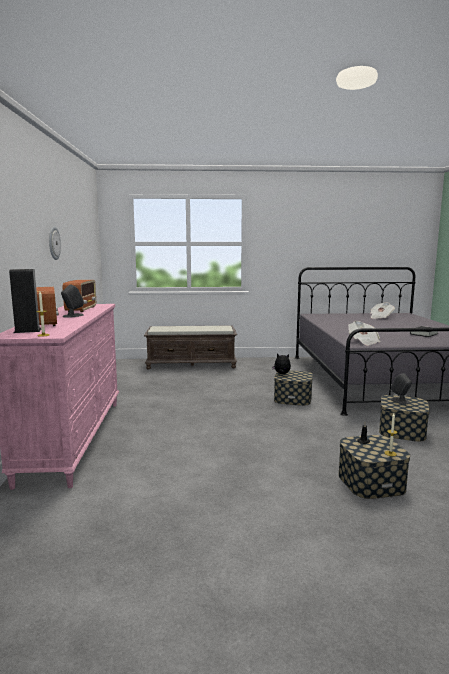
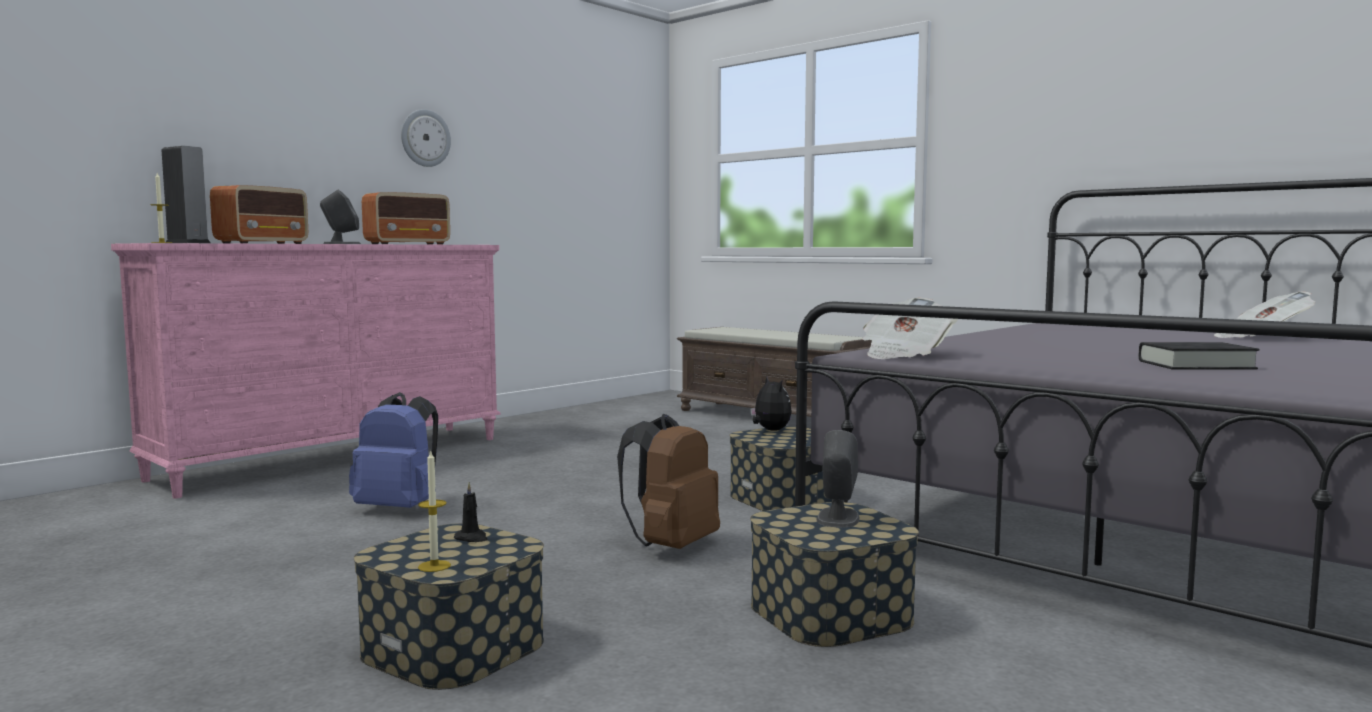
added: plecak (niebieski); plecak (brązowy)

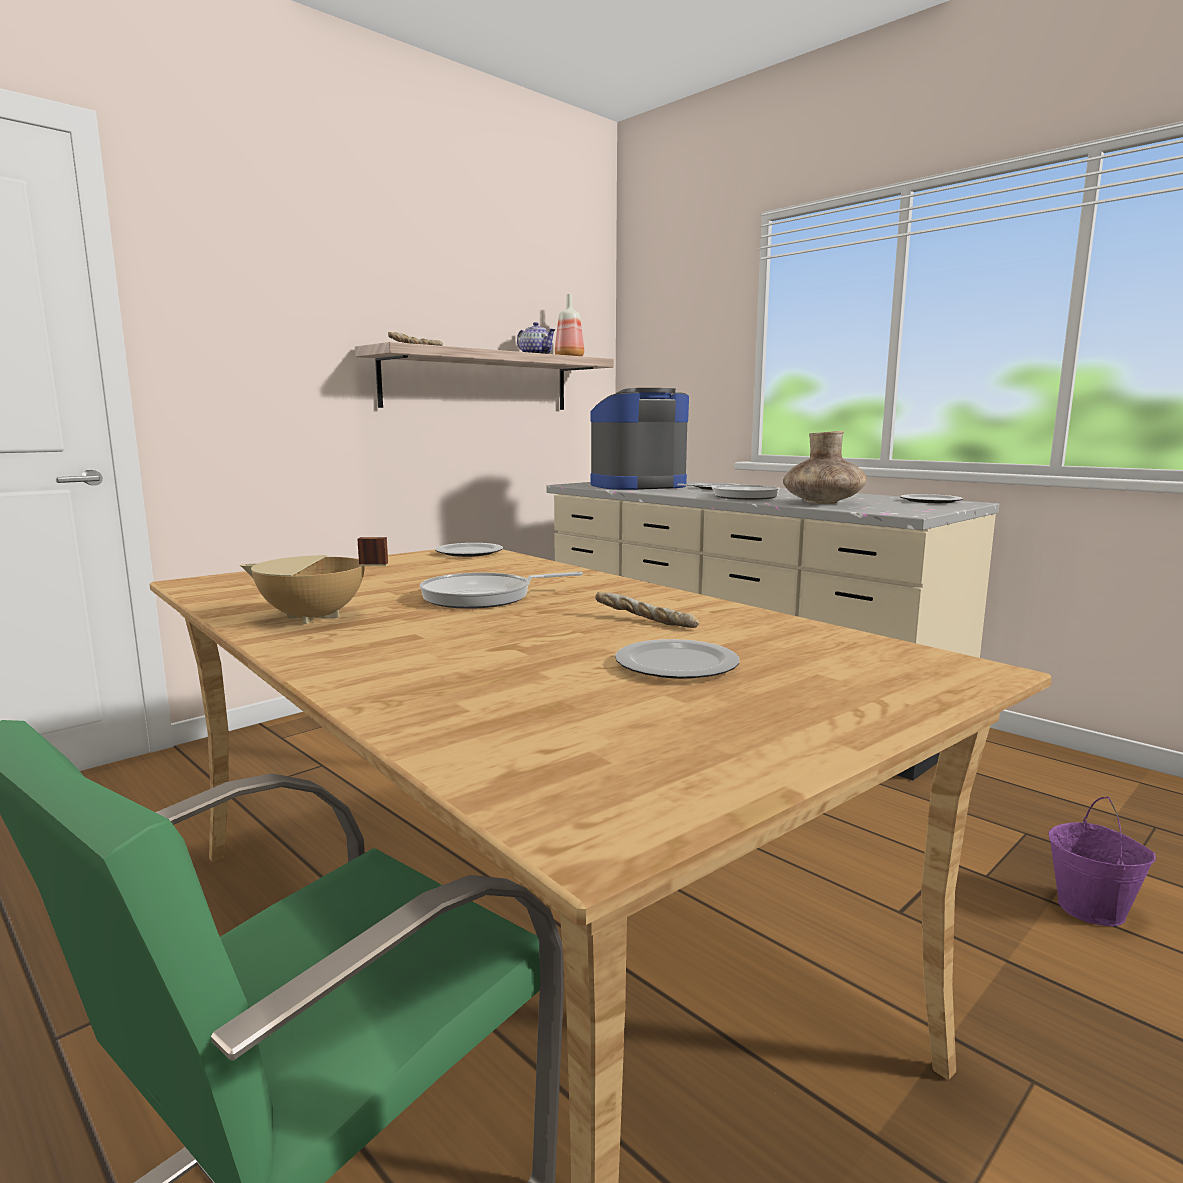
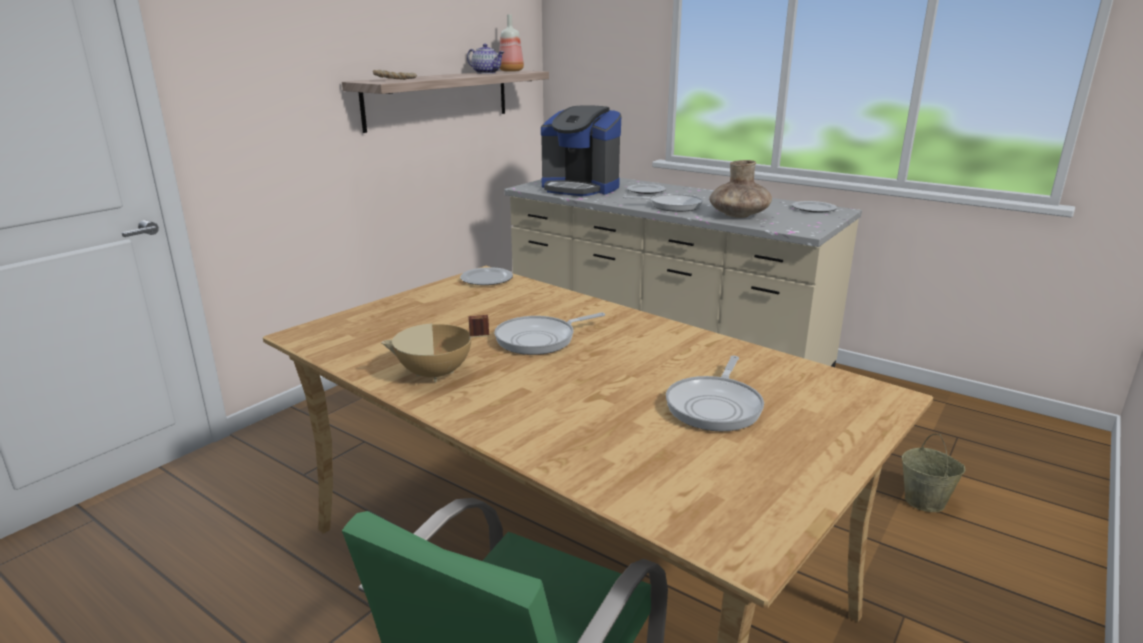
removed: chleb (2nd from left)
replaced: talerz (2nd from left) to patelnia (3rd from left)
recoloured: wiadro (fioletowy) to wiadro (beżowy)
turned: ekspres do kawy 120 degrees counterclockwise

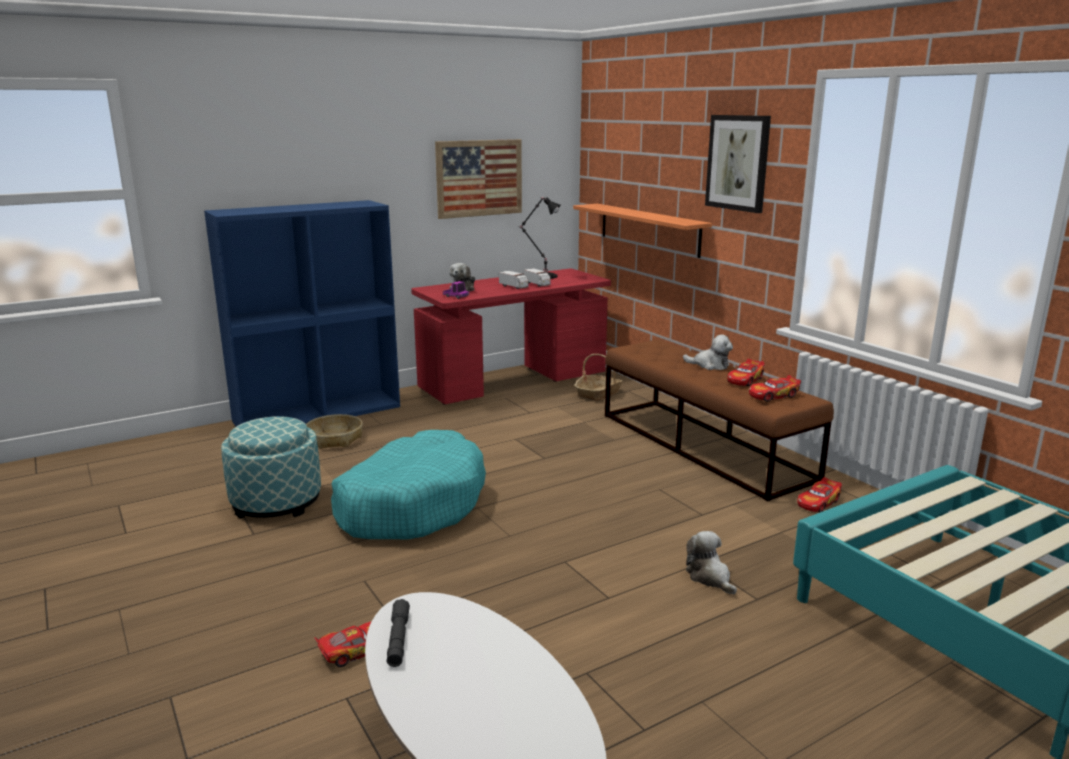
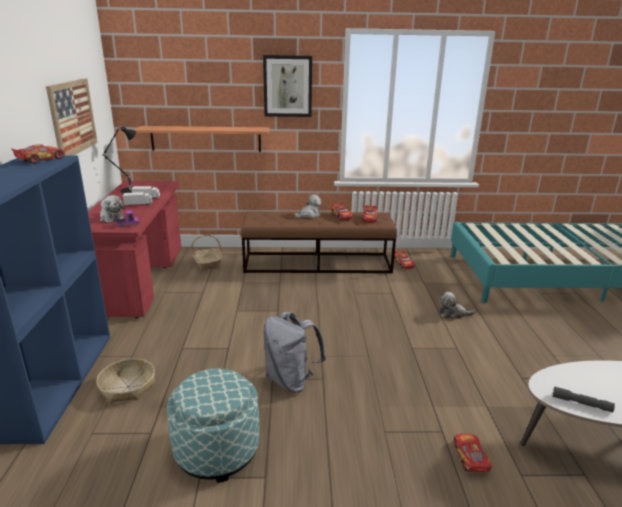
added: samochodzik (1st from left)
replaced: legowisko (turkusowy) to plecak (szary)

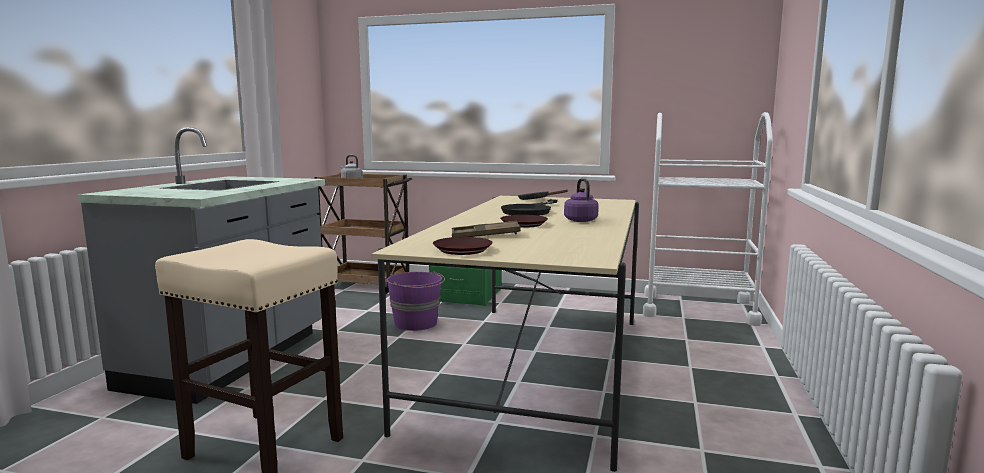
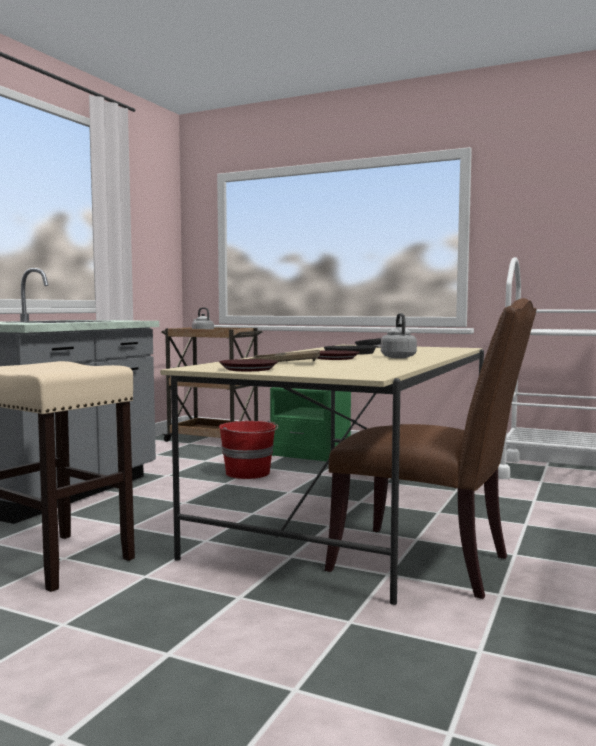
added: krzesło (brązowy)
recoloured: czajnik (fioletowy) to czajnik (szary) (2nd from left); wiadro (fioletowy) to wiadro (czerwony)

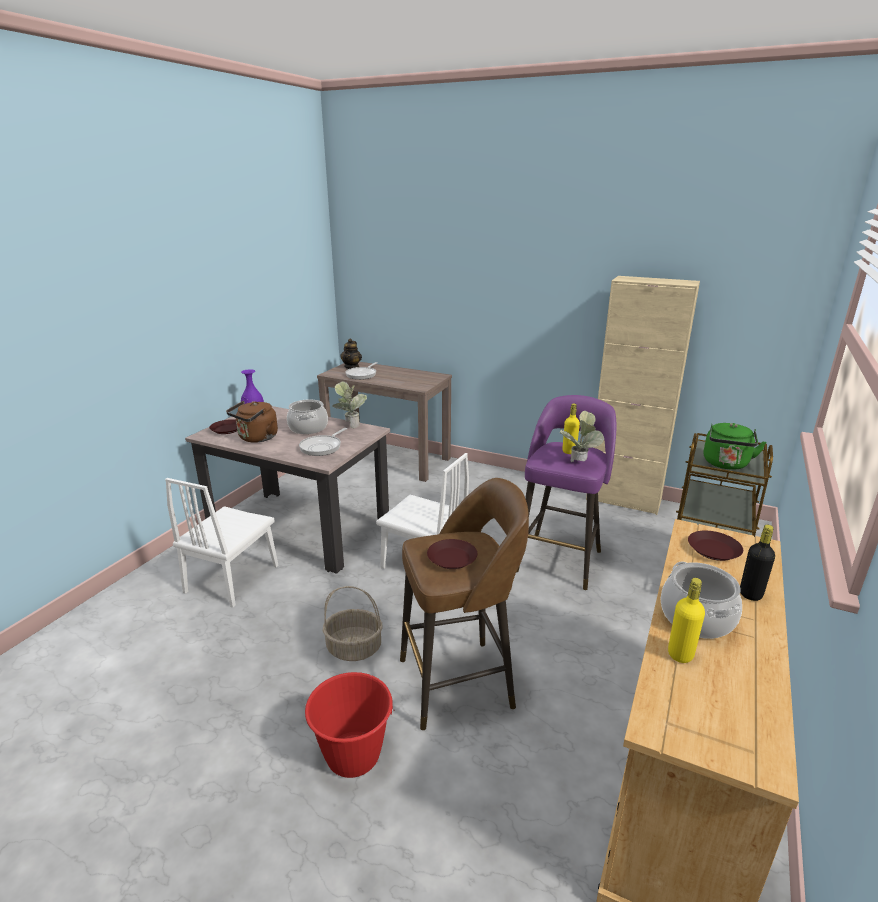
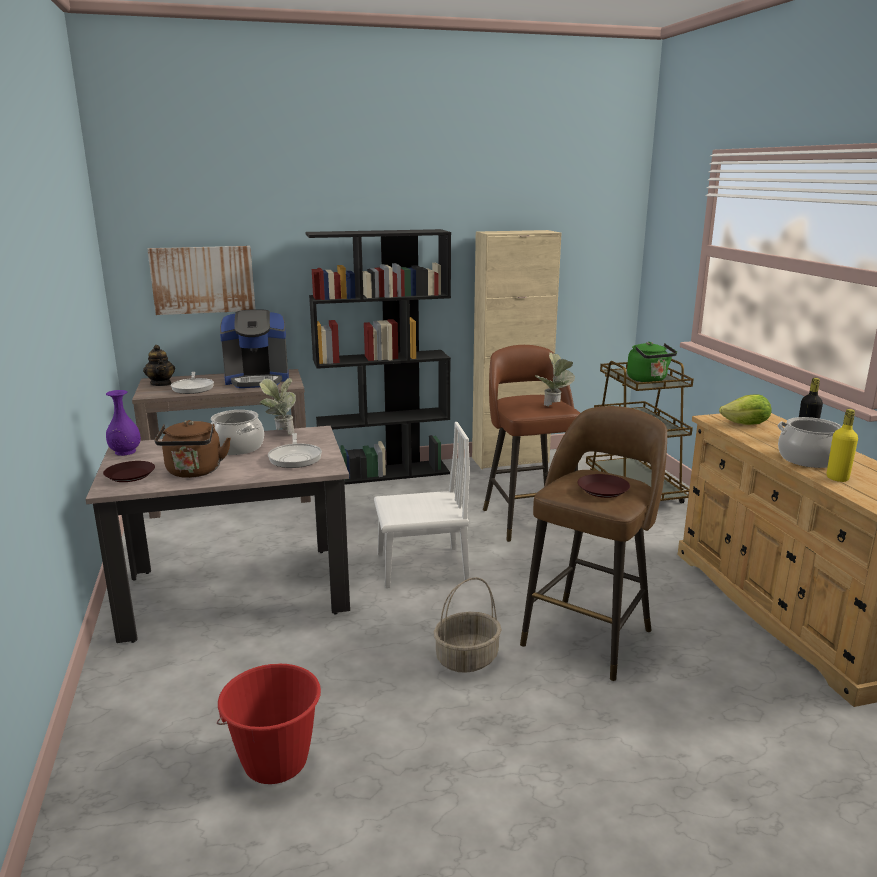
removed: butelka (żółty) (1st from left); krzesło (biały) (1st from left)
added: regał (czarny); obraz; ekspres do kawy
moved: wiadro (czerwony)
replaced: talerz (brązowy) (3rd from left) to sałata
recoloured: stołek (fioletowy) to stołek (brązowy) (1st from left)

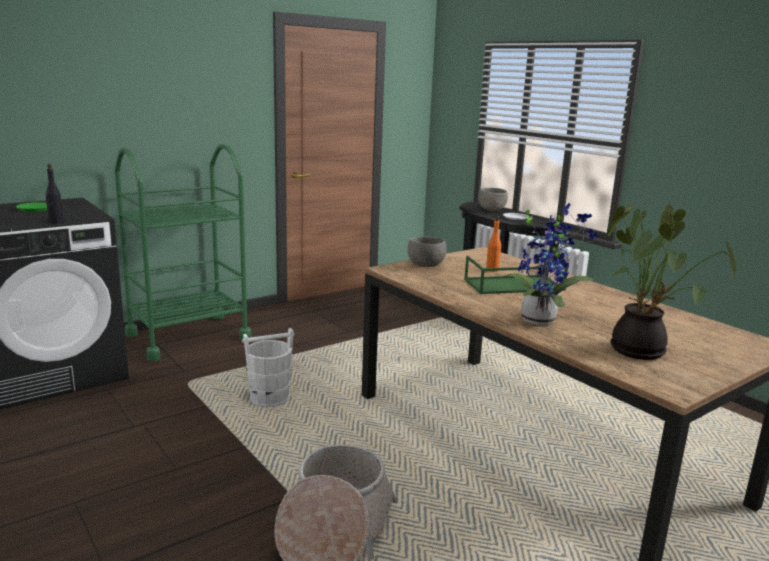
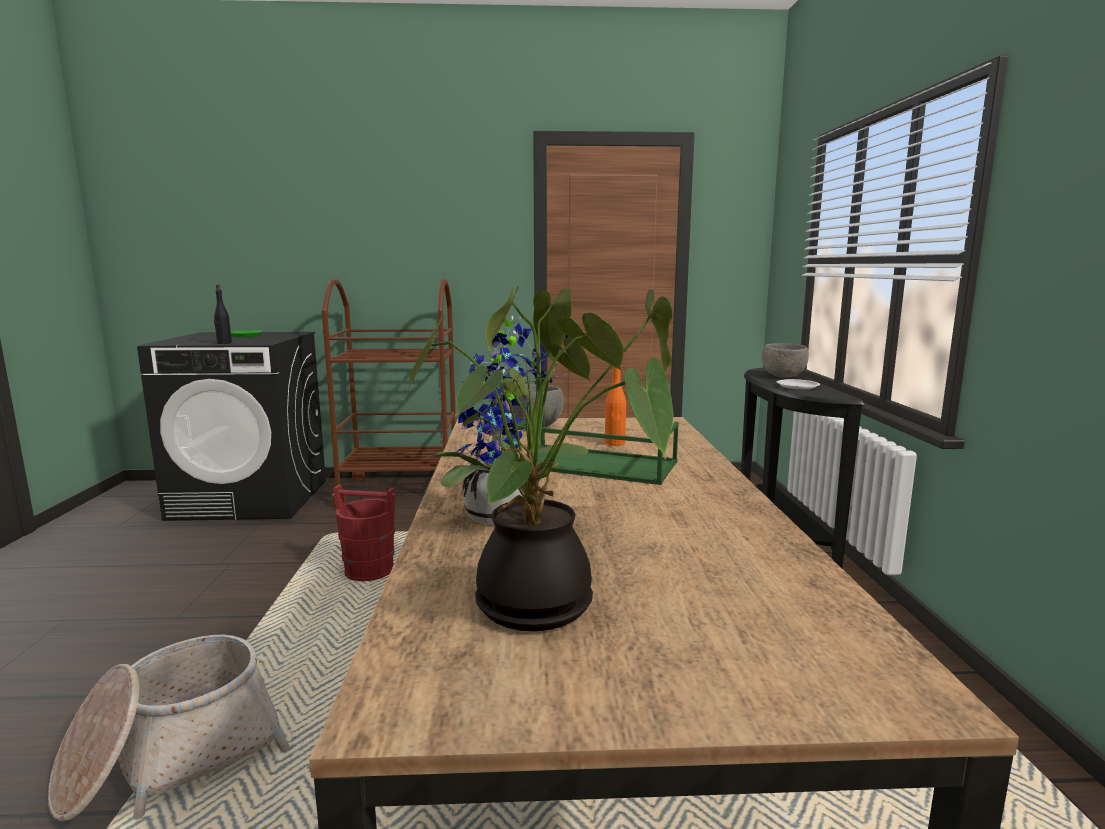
recoloured: wózek (zielony) to wózek (brązowy); wiadro (biały) to wiadro (czerwony)

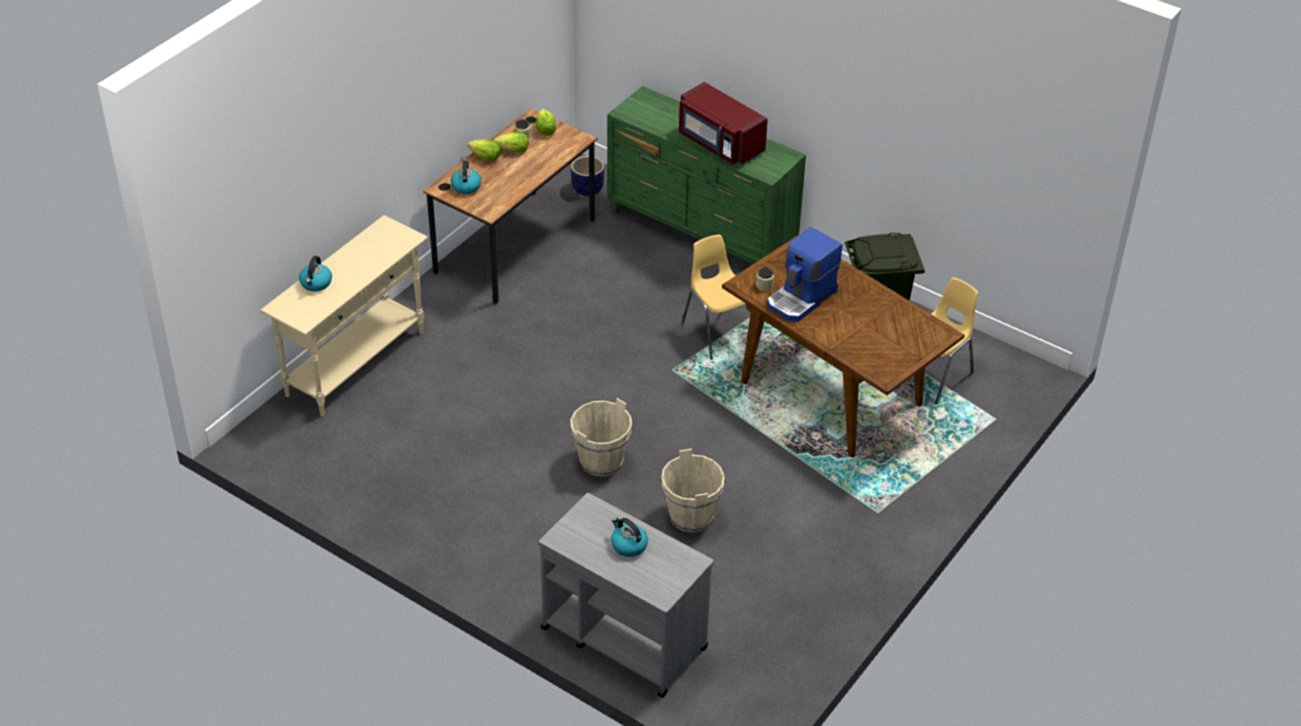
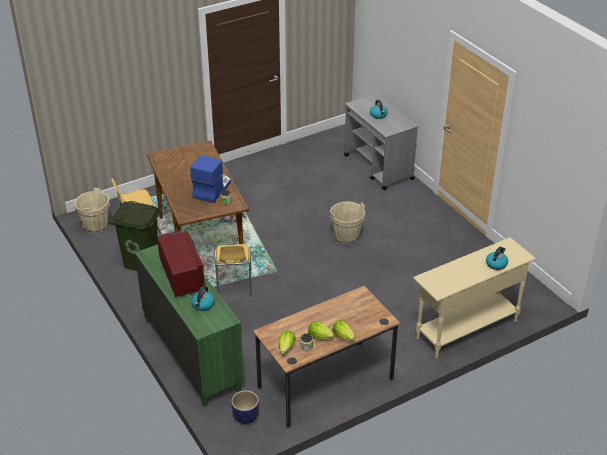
moved: czajnik (2nd from left in the first image) to czajnik (1st from left); wiadro (beżowy) (2nd from left in the first image) to wiadro (beżowy) (1st from left)
turned: ekspres do kawy 45 degrees counterclockwise

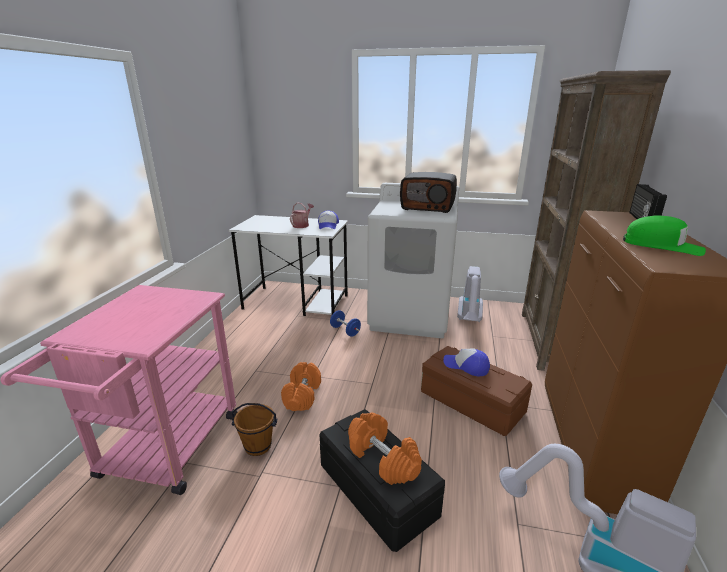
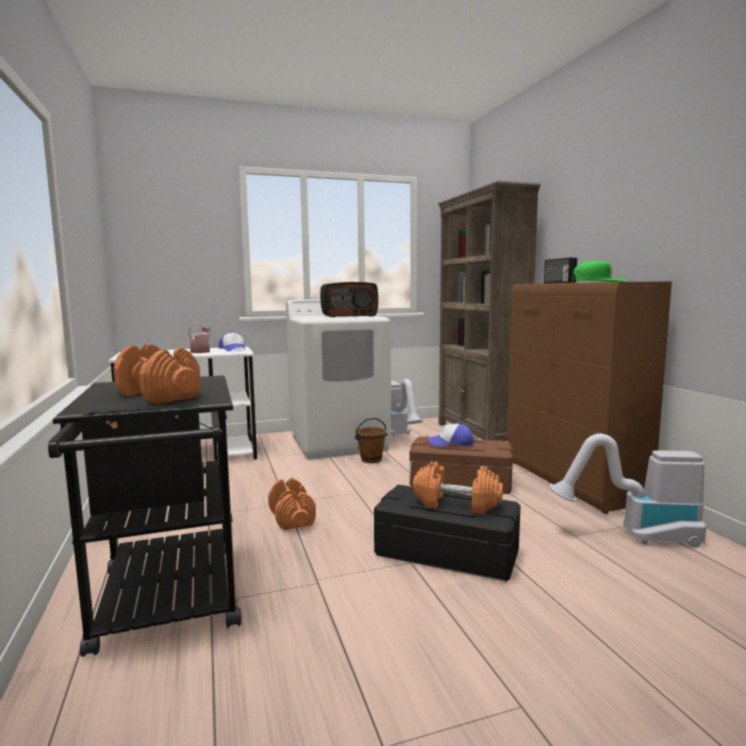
removed: hantel (niebieski)
added: hantel (pomarańczowy) (1st from left)
moved: wiadro (brązowy)
recoloured: wózek (różowy) to wózek (czarny)

